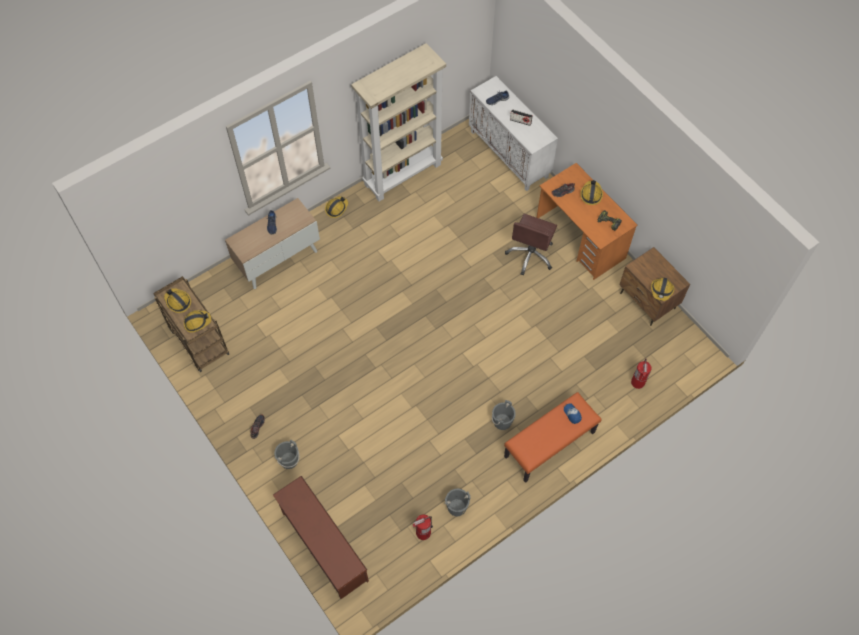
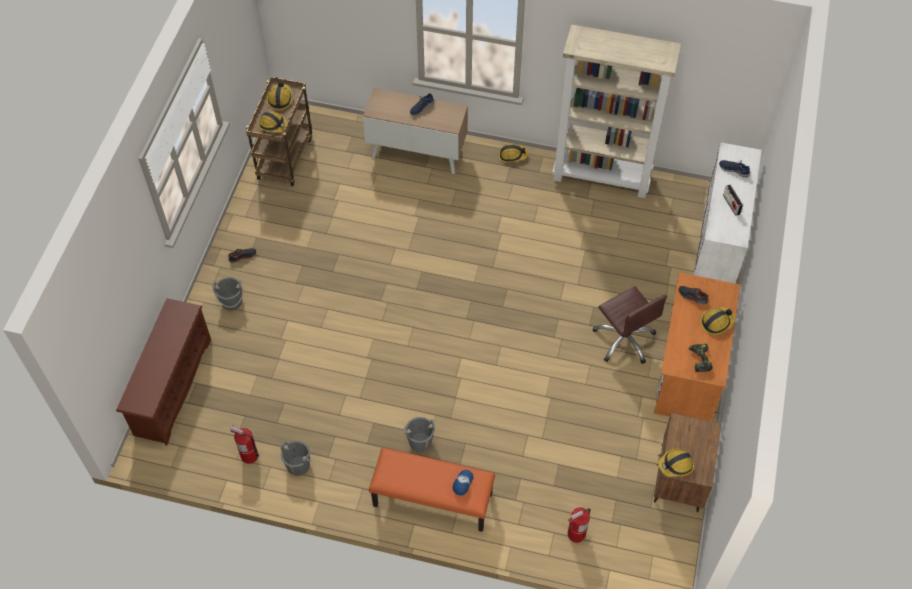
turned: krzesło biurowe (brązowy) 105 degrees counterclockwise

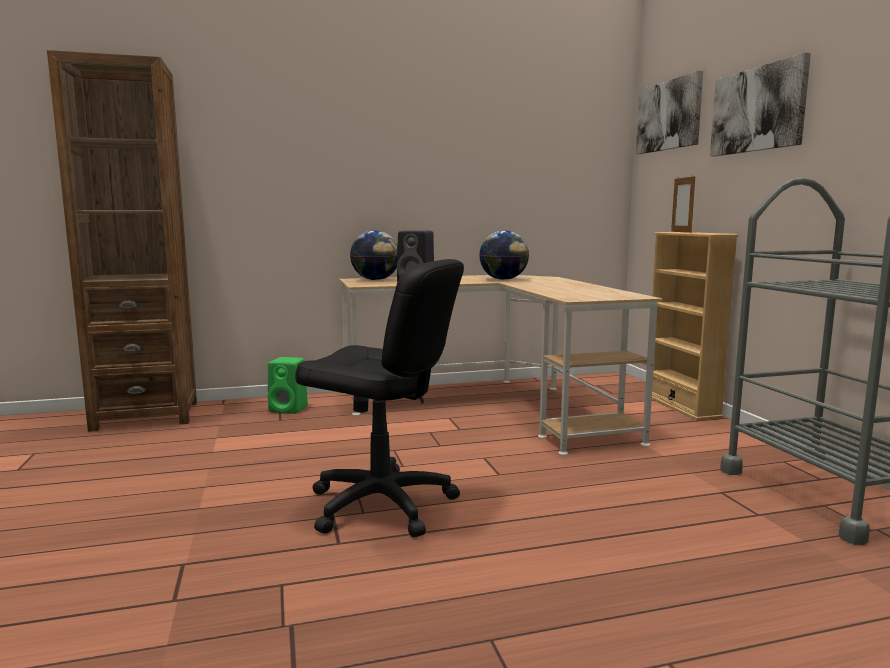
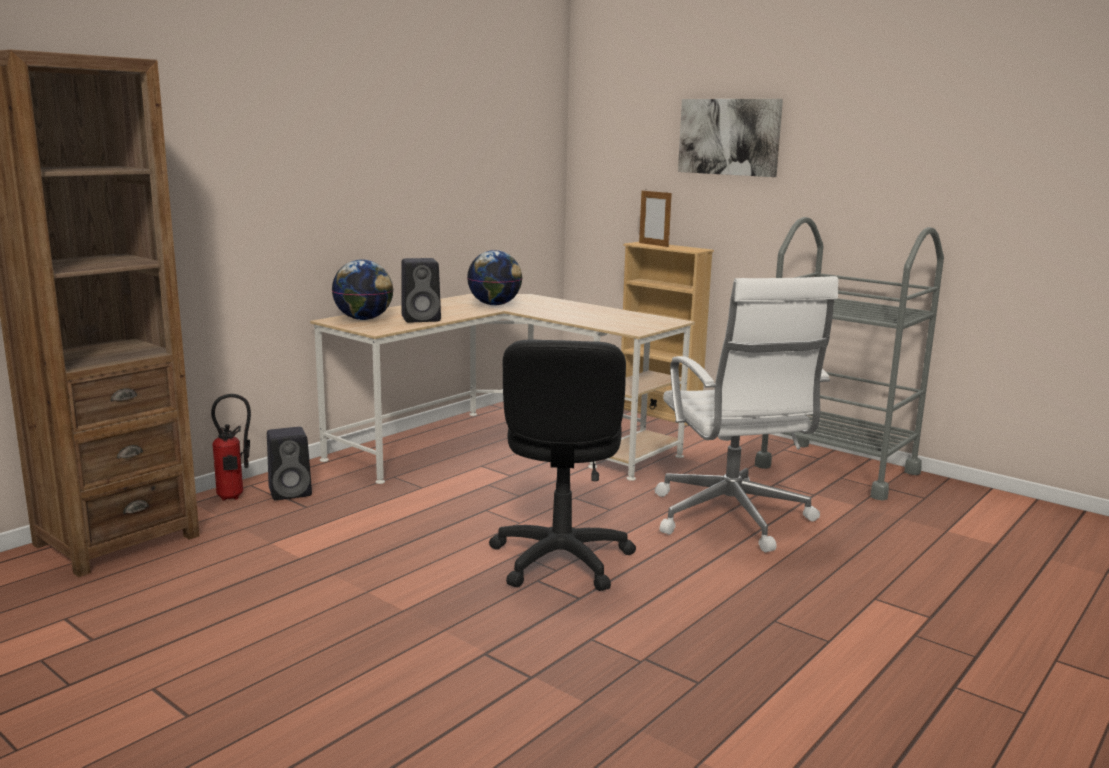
removed: obraz (1st from left)
added: krzesło biurowe (biały); gaśnica
recoloured: głośnik (zielony) to głośnik (czarny) (1st from left)
turned: krzesło biurowe (czarny) 105 degrees clockwise

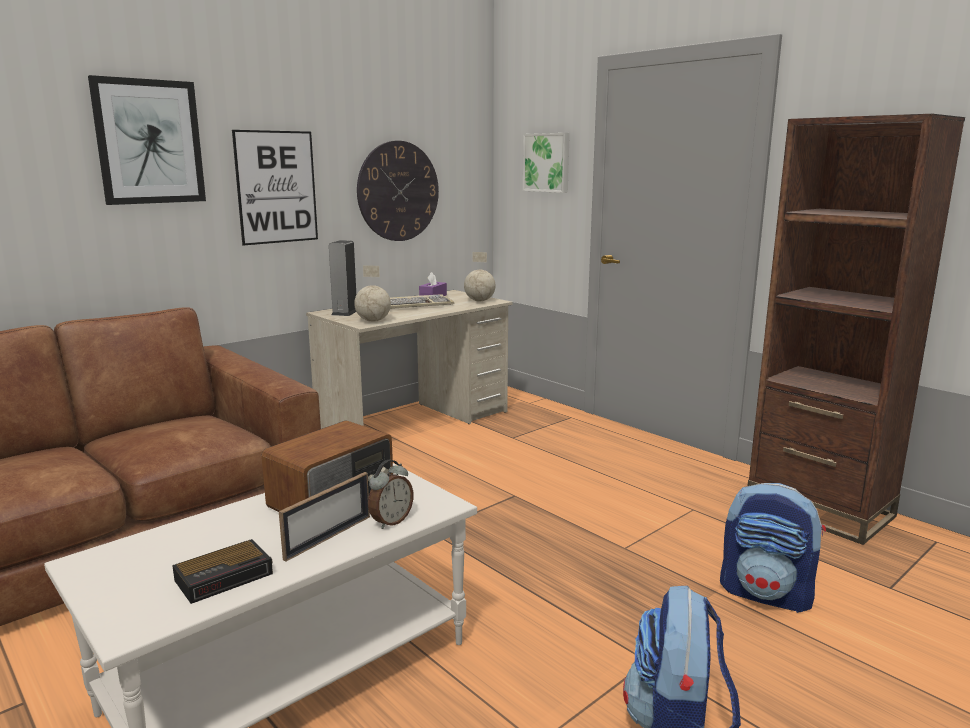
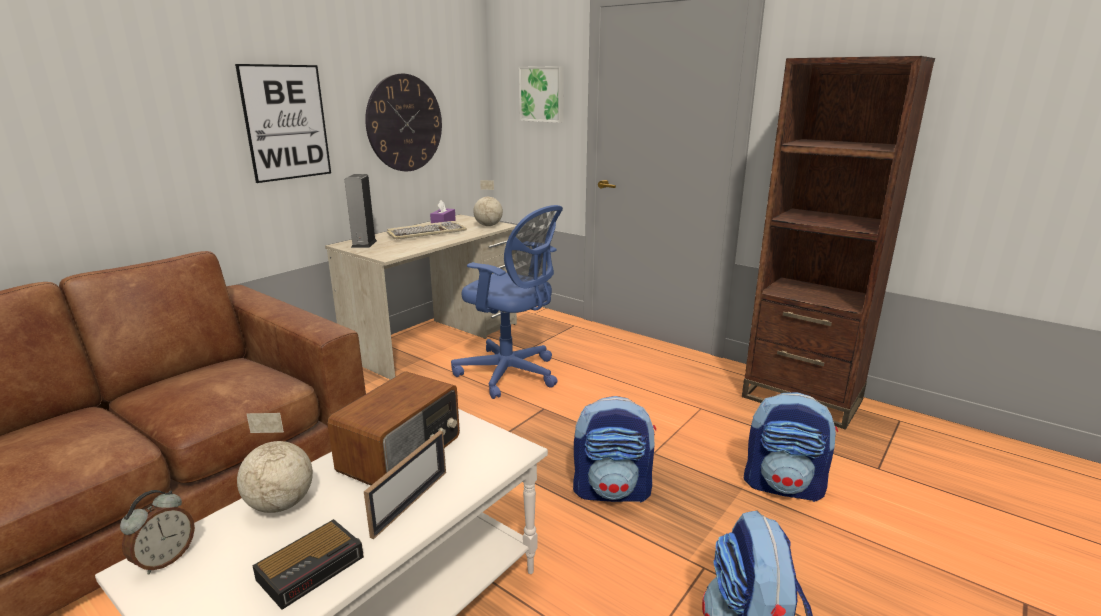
removed: obraz (1st from left)
added: krzesło biurowe (niebieski); plecak (1st from left)
moved: globus (1st from left); budzik (2nd from left in the first image) to budzik (1st from left)

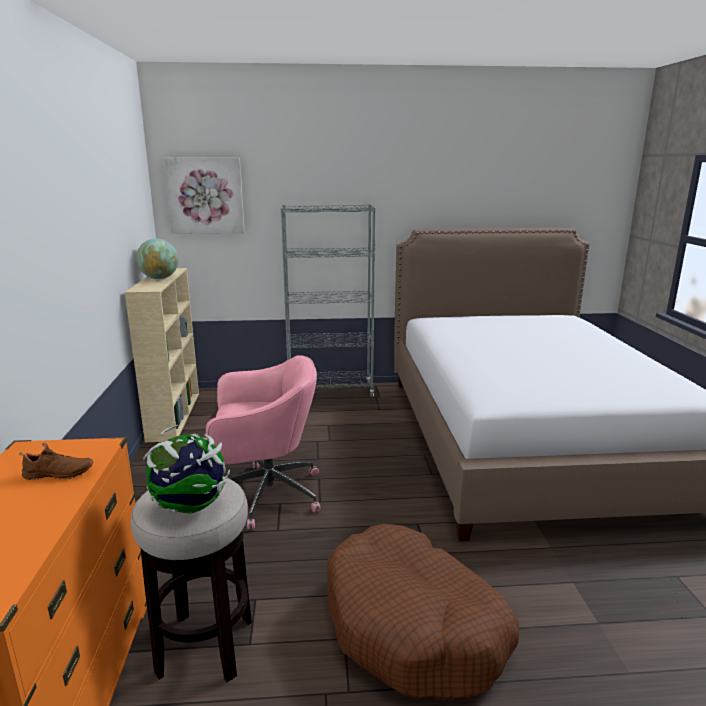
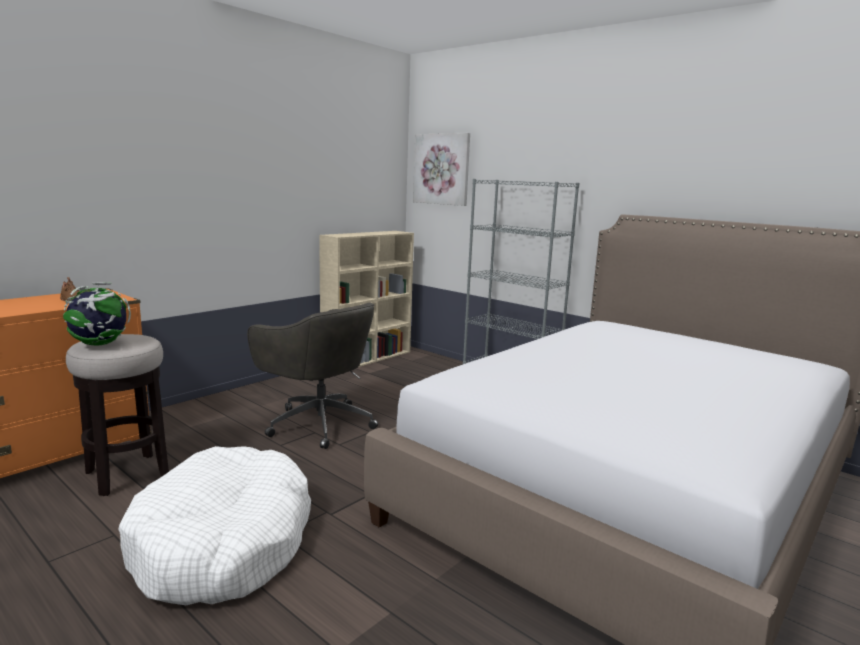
removed: globus (1st from left)
recoloured: krzesło biurowe (różowy) to krzesło biurowe (szary); legowisko (brązowy) to legowisko (biały)

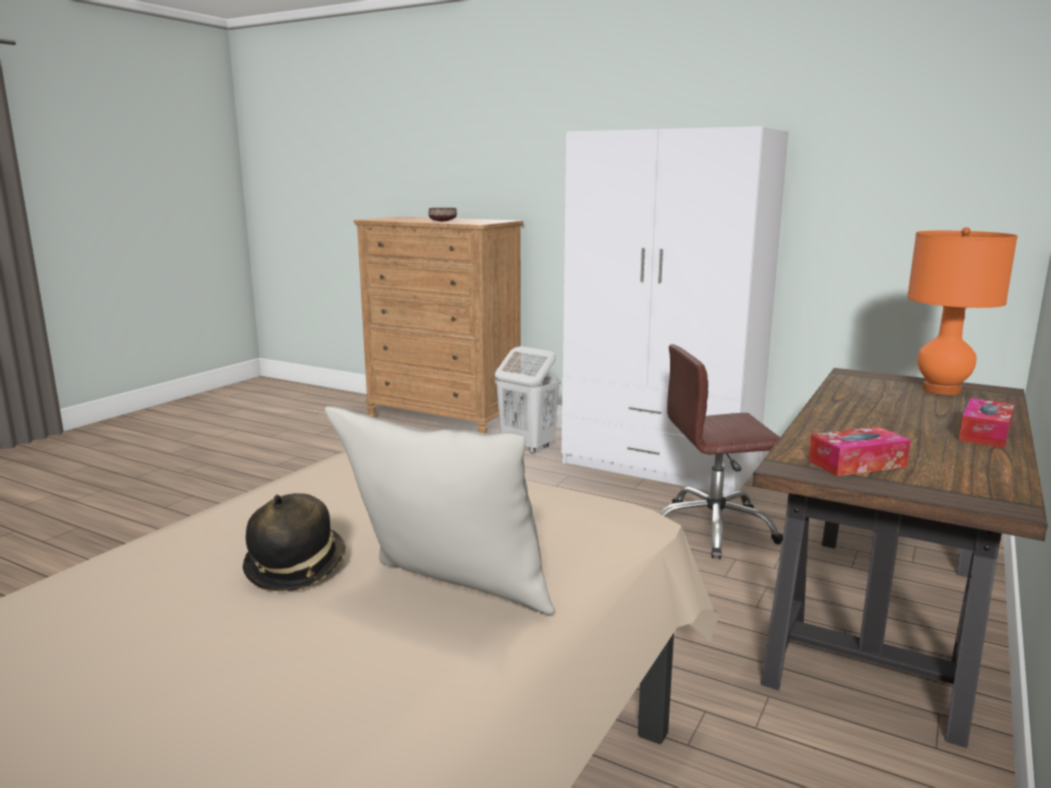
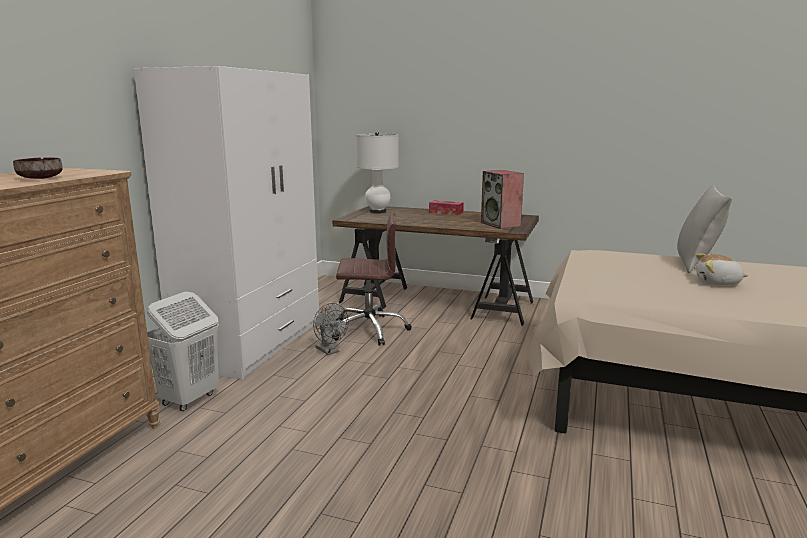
added: wentylator (szary)
replaced: pudełko chusteczek (1st from left) to głośnik; kapelusz to pluszak
recoloured: lampa stołowa (pomarańczowy) to lampa stołowa (biały)
turned: krzesło biurowe (brązowy) 75 degrees counterclockwise

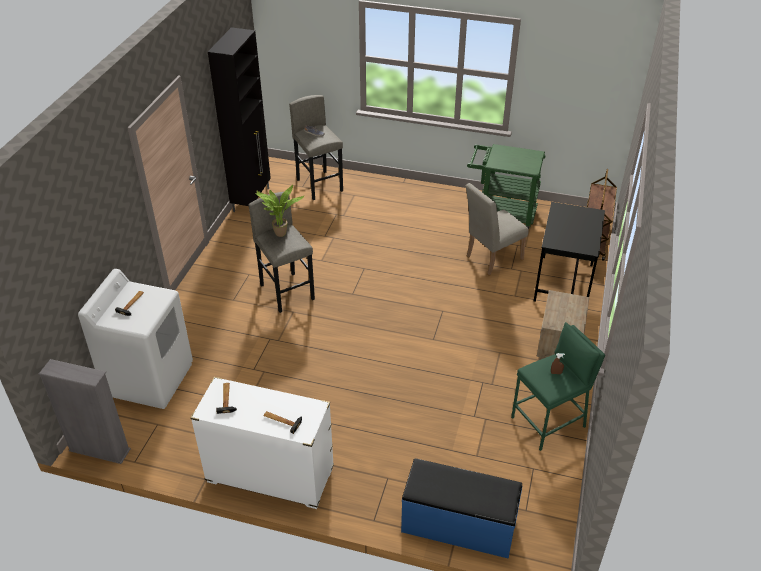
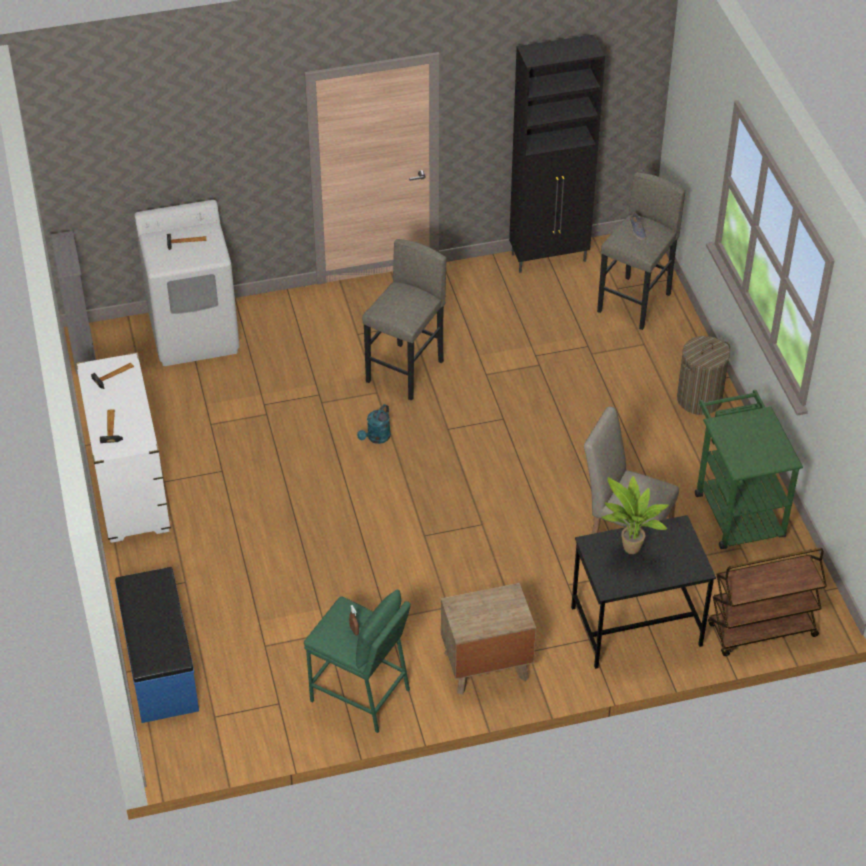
added: kosz na pranie; konewka (turkusowy)
moved: roślina doniczkowa

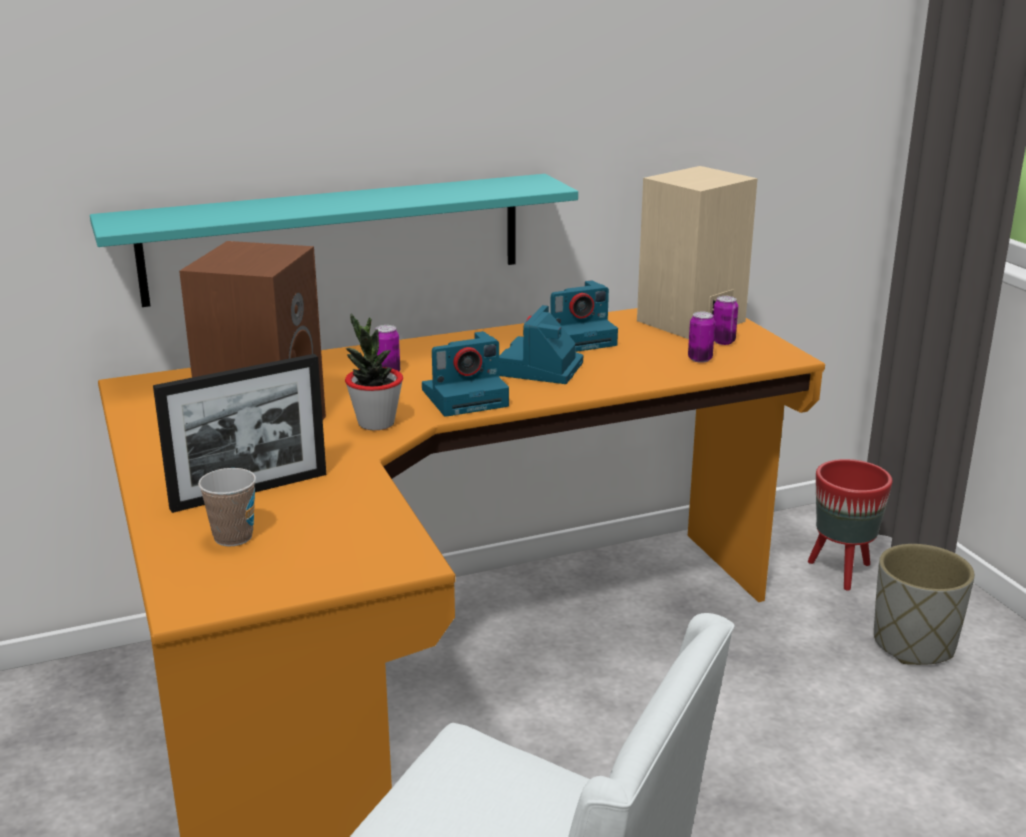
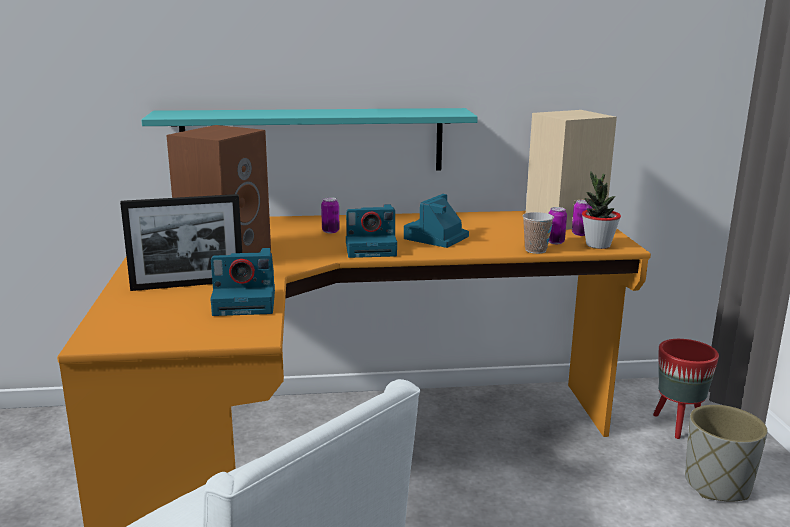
moved: aparat fotograficzny (3rd from left in the first image) to aparat fotograficzny (1st from left); roślina doniczkowa; filiżanka

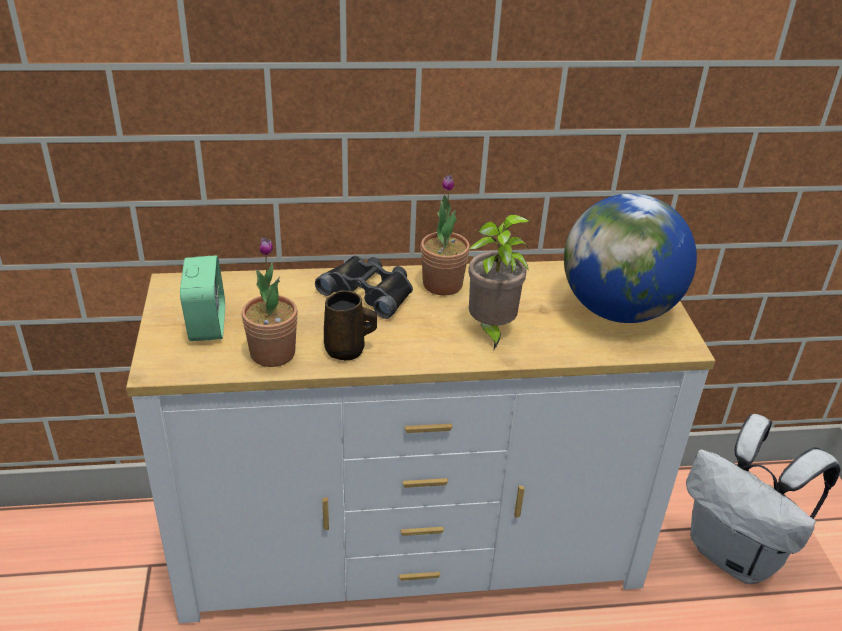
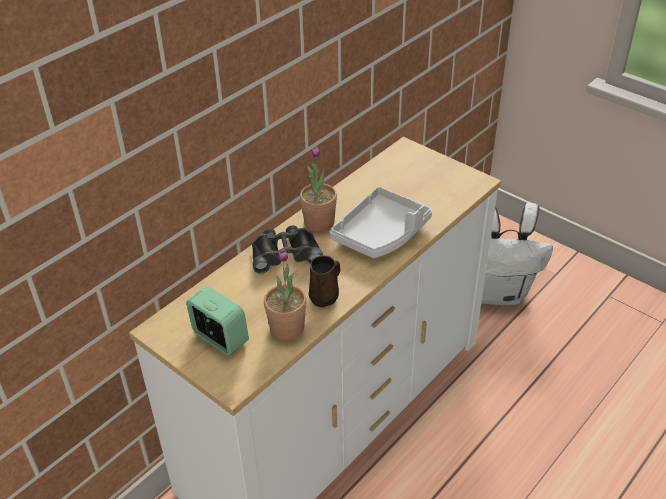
removed: globus
replaced: roślina doniczkowa (3rd from left) to taca (szary)

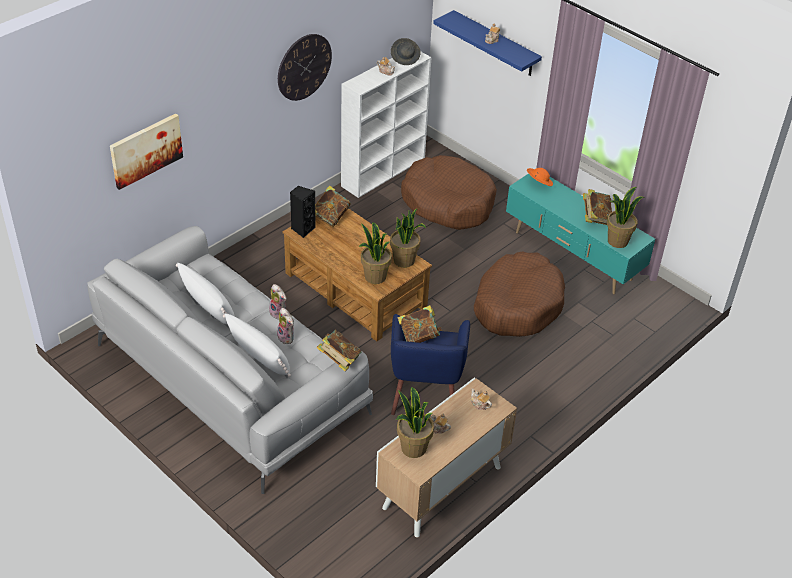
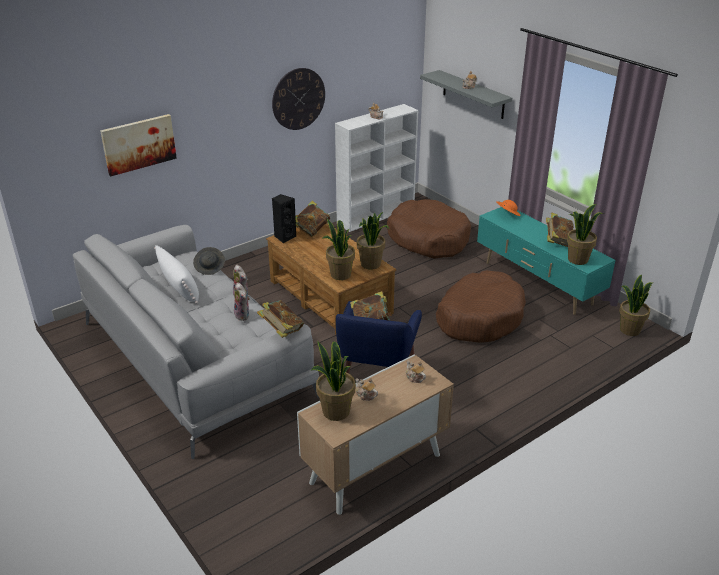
removed: poduszka (biały) (2nd from left)
added: roślina doniczkowa (5th from left)
moved: kapelusz (szary)
recoloured: półka (niebieski) to półka (szary)

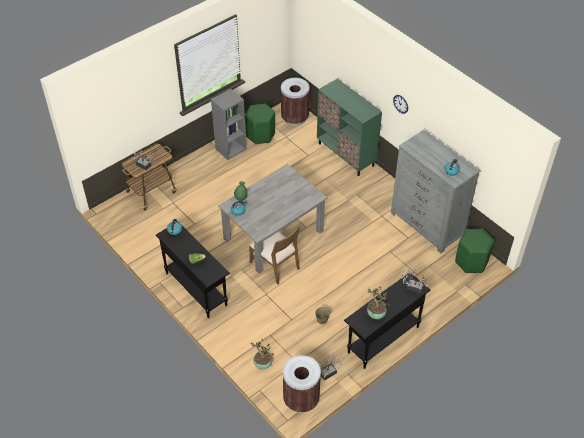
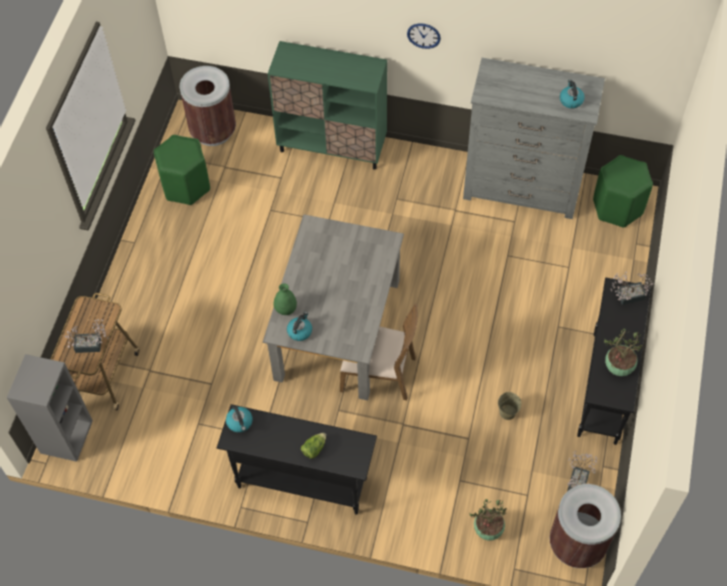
moved: regał (szary)

